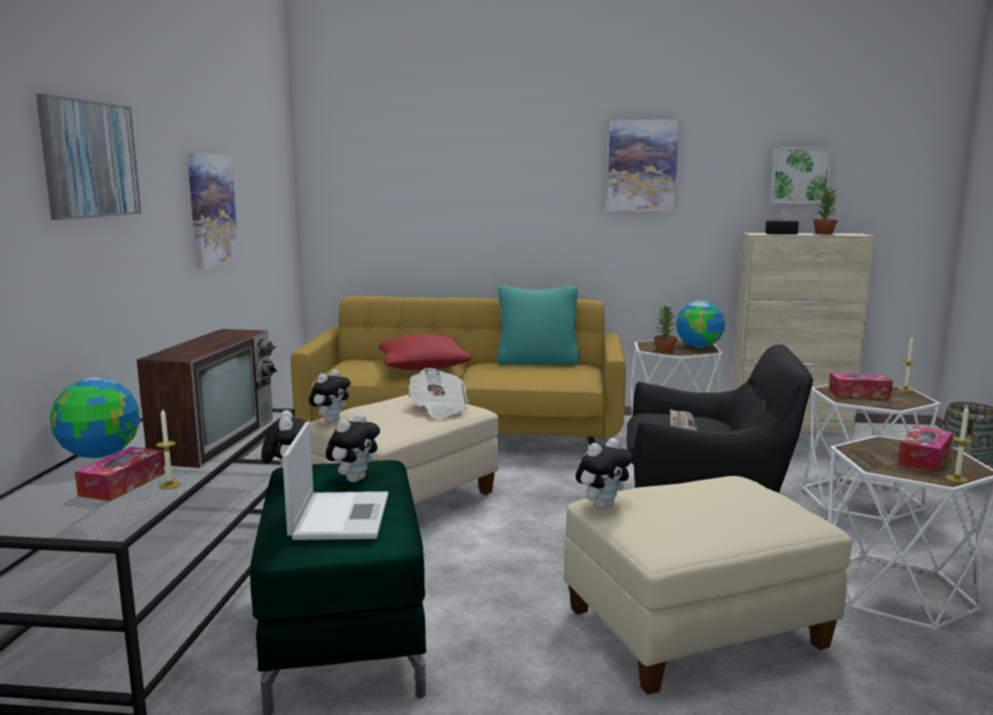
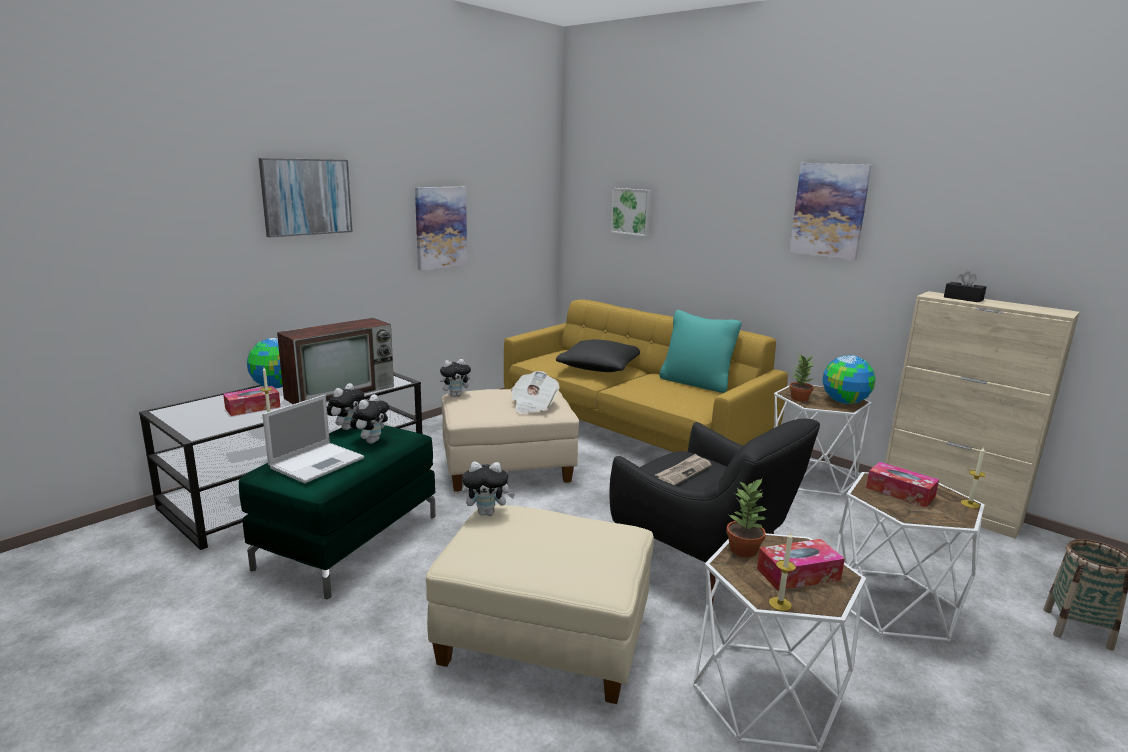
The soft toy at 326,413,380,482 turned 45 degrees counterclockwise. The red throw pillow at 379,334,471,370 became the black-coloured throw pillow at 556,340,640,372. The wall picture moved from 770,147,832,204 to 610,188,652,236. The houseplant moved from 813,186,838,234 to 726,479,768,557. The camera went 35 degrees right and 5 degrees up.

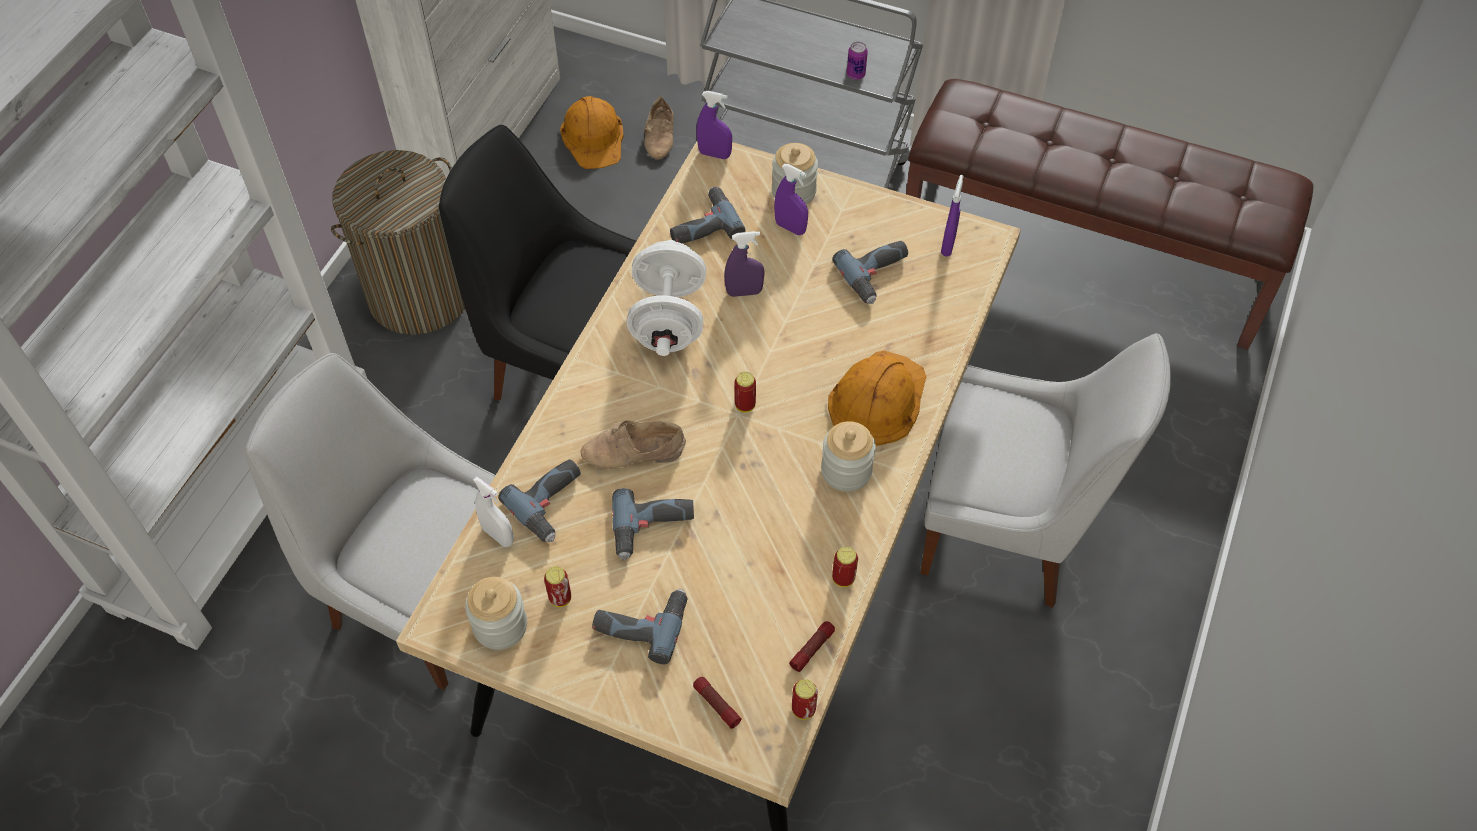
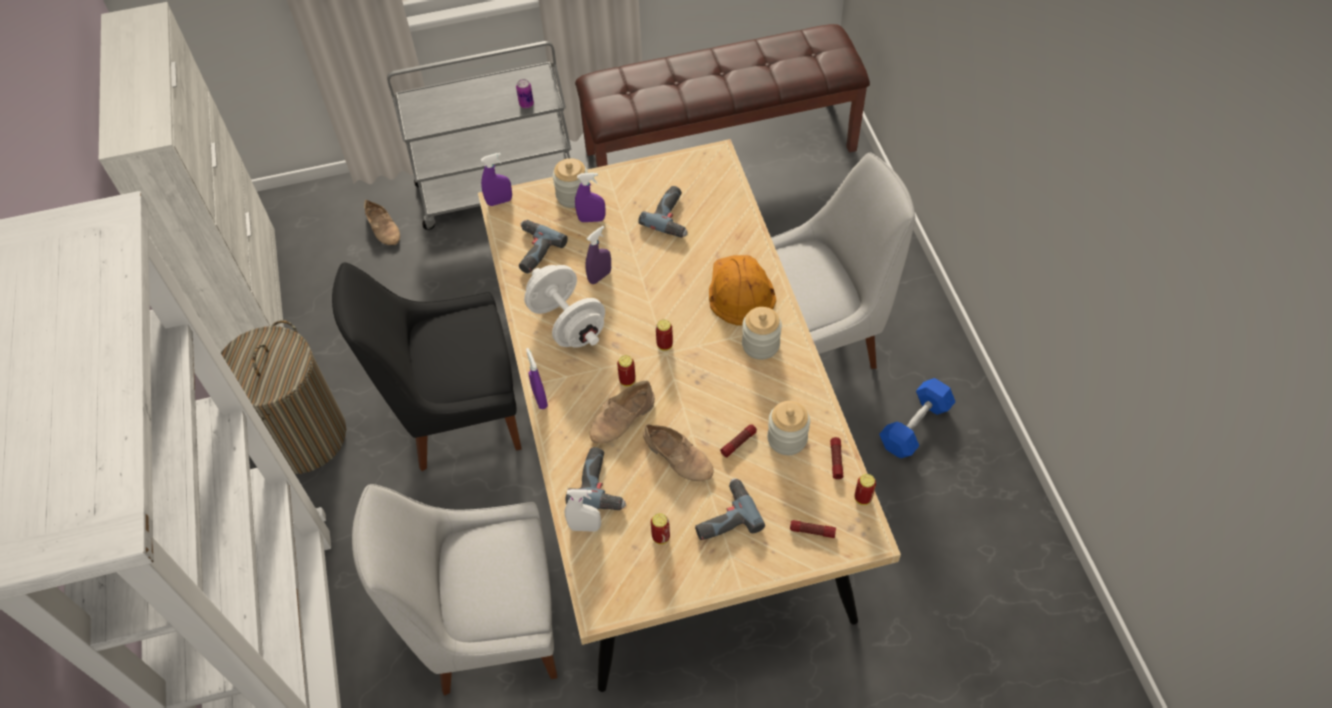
The jar moved from 465,577,527,650 to 767,401,810,455. The orange work helmet at 560,96,624,169 disappeared. The drill at 612,488,694,560 was replaced by the sand-coloured low shoe at 643,424,714,481. The metal can moved from 832,547,858,587 to 617,355,636,386. The purplish hand sprayer moved from 941,175,963,256 to 526,348,548,409. The torch at 720,424,757,457 appeared. The blue hand weight at 879,378,955,458 appeared. The camera went 35 degrees left and 0 degrees up.

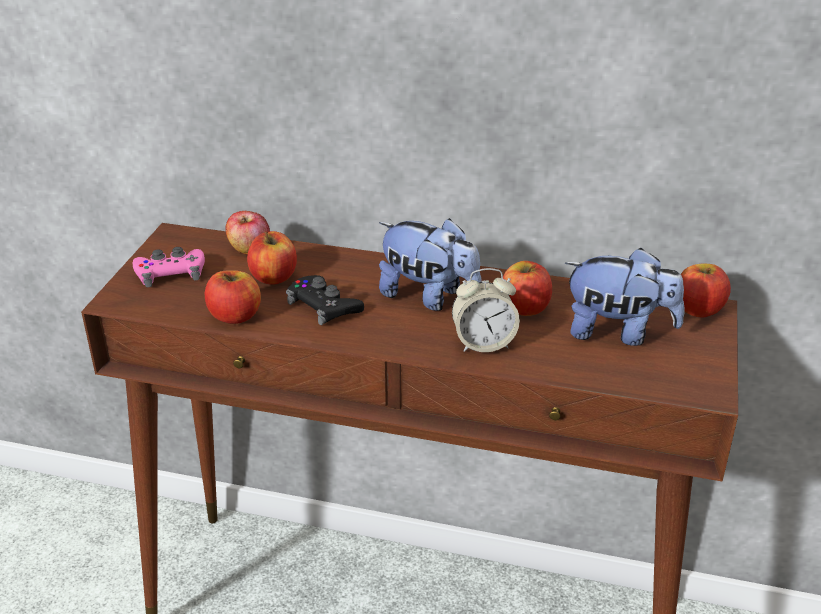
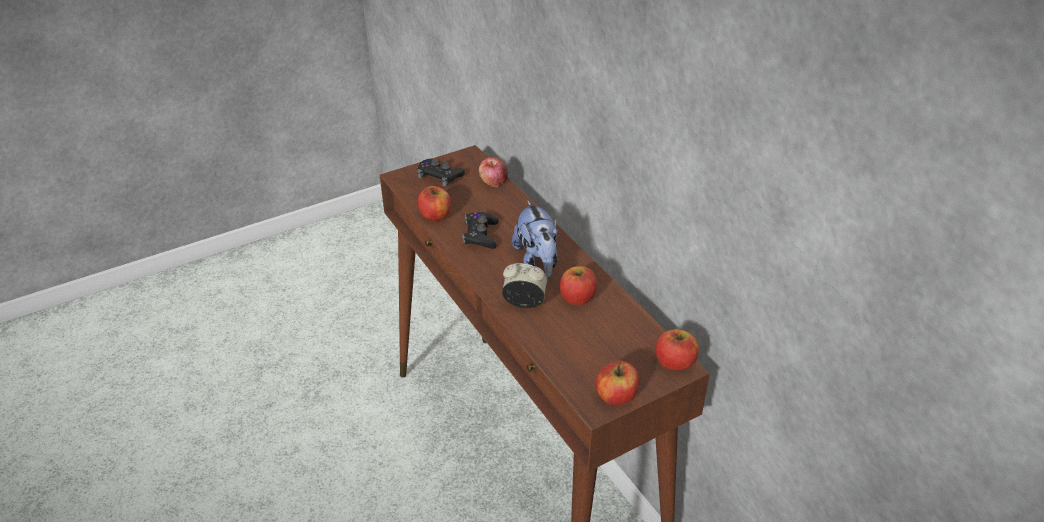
The pink gamepad at 133,247,205,288 became the black-coloured gamepad at 417,159,465,186. The apple fruit moved from 247,231,297,285 to 596,361,639,405. The alarm clock at 452,268,520,352 turned 150 degrees clockwise. The soft toy at 565,248,685,346 disappeared. The camera went 45 degrees right and 5 degrees up.

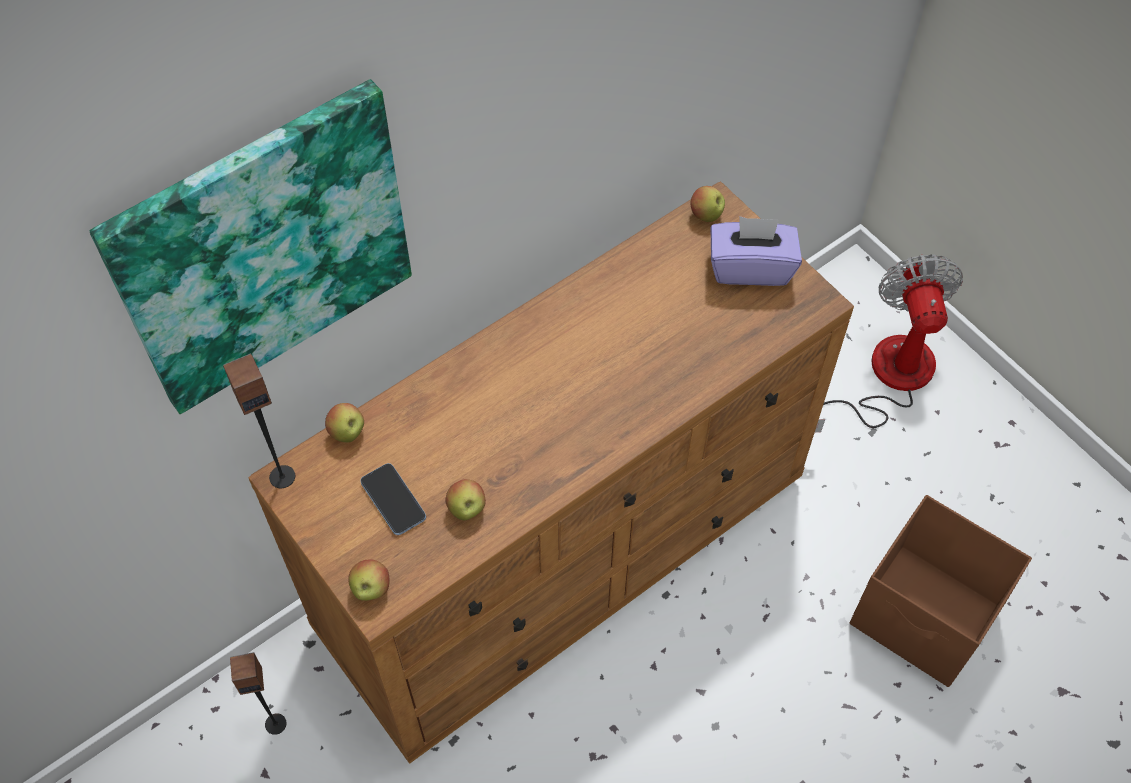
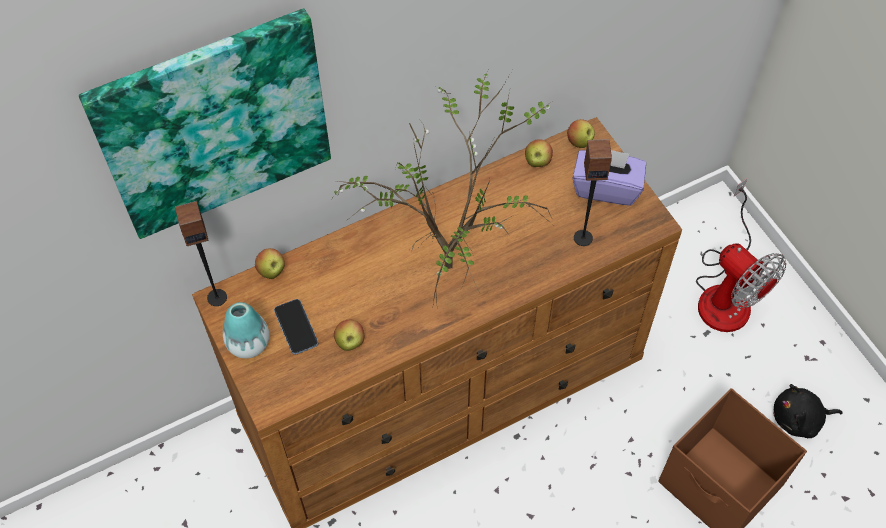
The speaker moved from 230,652,287,735 to 574,139,612,246. The apple fruit moved from 348,559,390,601 to 525,139,553,167. The cooling fan at 815,254,963,433 turned 135 degrees clockwise. The decorative vase at 223,302,269,358 appeared. The houseplant at 330,70,552,303 appeared. The black-coloured soft toy at 774,384,843,438 appeared. The camera went 10 degrees right and 0 degrees up.

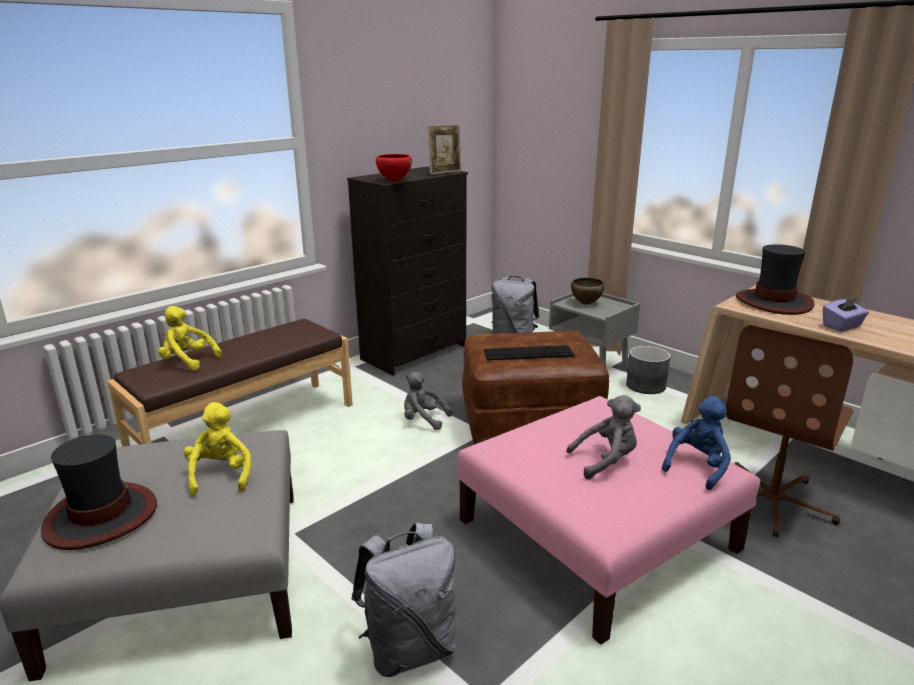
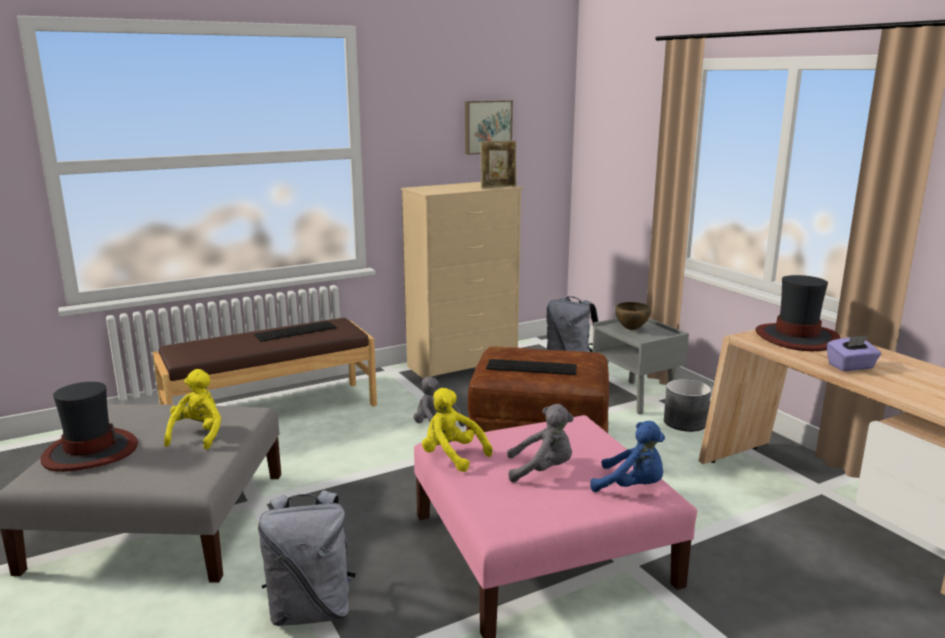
The yellowish soft toy moved from 158,306,222,370 to 422,388,493,472. The black-coloured drawer chest at 347,166,468,375 became the sand-coloured drawer chest at 401,182,523,379. The red bowl at 376,154,412,181 disappeared. The blue soft toy at 662,396,731,490 turned 60 degrees clockwise. The brown-coloured office chair at 726,325,854,537 disappeared. The keyboard at 254,321,337,342 appeared. The wall picture at 465,100,513,155 appeared. The camera went 15 degrees right and 5 degrees down.

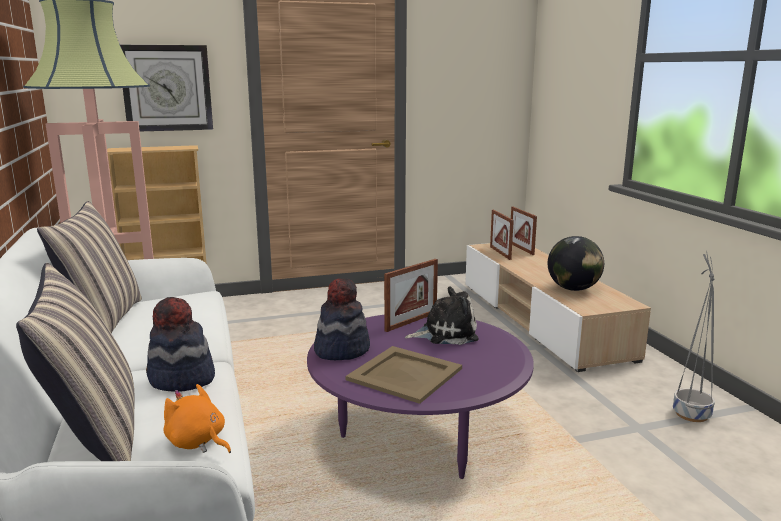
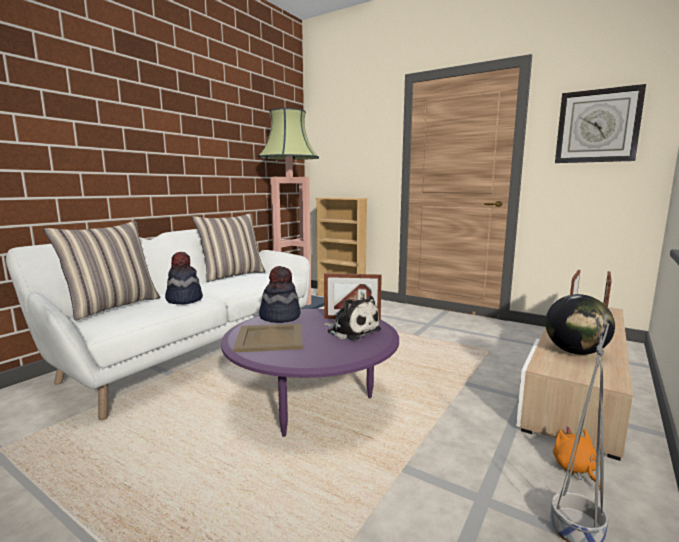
The hanging clock moved from 120,45,213,131 to 555,84,646,163. The orange soft toy moved from 163,384,231,453 to 553,426,600,490. The camera went 50 degrees right and 5 degrees down.

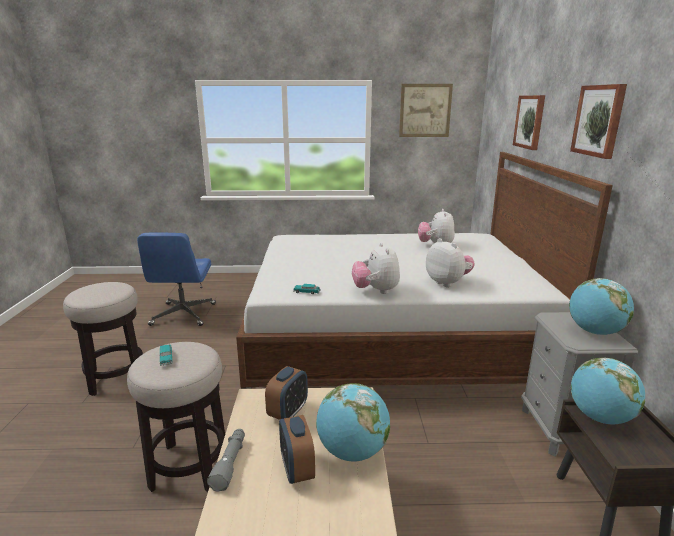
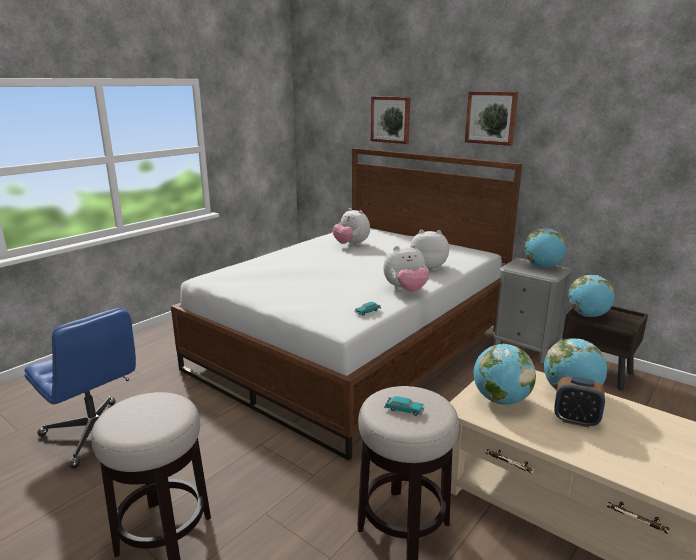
The greyish torch at 207,429,245,492 disappeared. The alarm clock at 265,366,308,420 was replaced by the desk globe at 474,344,536,405. The soft toy at 352,243,400,294 turned 45 degrees counterclockwise. The wall picture at 399,84,453,137 disappeared. The camera went 50 degrees left and 0 degrees up.

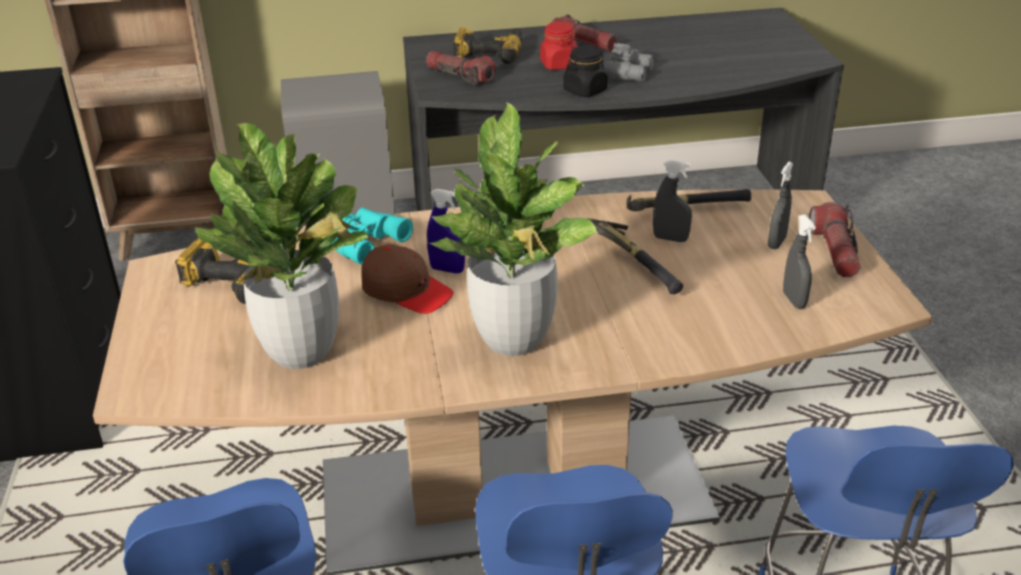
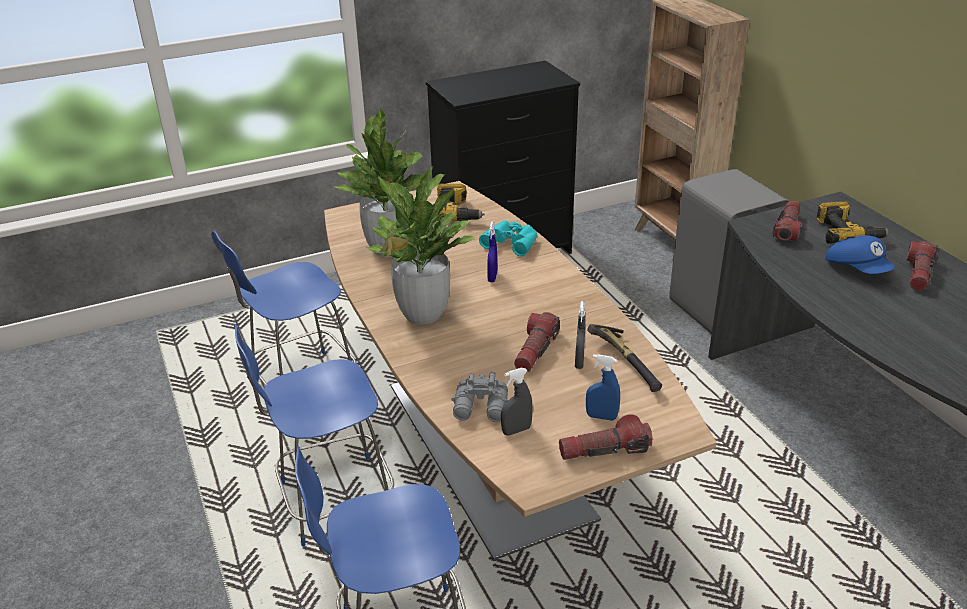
The brown-coloured baseball cap at 361,245,454,314 disappeared. The red jar at 540,22,578,70 was replaced by the blue baseball cap at 825,235,895,274. The black-coloured jar at 563,46,607,97 disappeared. The hammer at 586,218,683,294 was replaced by the torch at 514,312,560,372. The greyish binoculars moved from 605,43,654,82 to 451,371,508,422. The greyish hand sprayer at 768,162,793,249 became the blue hand sprayer at 586,354,620,421. The camera went 75 degrees right and 0 degrees up.

